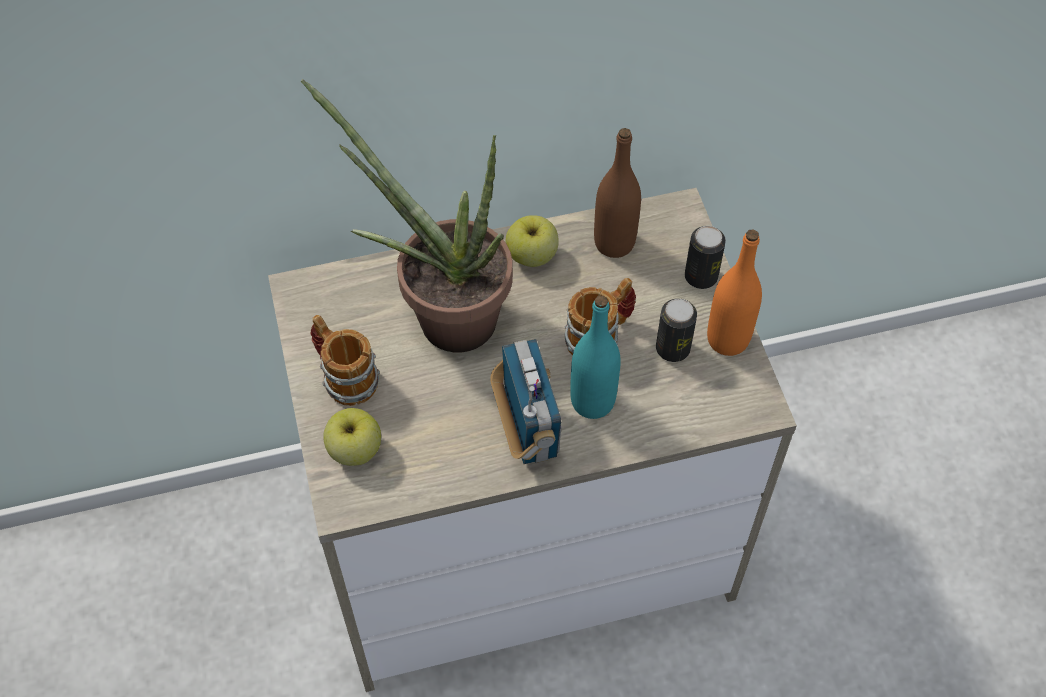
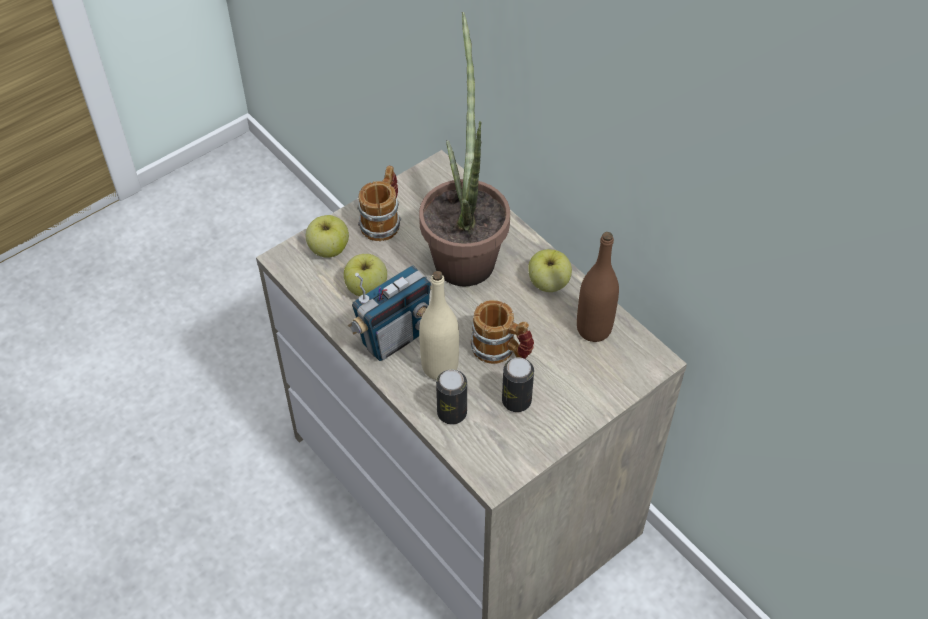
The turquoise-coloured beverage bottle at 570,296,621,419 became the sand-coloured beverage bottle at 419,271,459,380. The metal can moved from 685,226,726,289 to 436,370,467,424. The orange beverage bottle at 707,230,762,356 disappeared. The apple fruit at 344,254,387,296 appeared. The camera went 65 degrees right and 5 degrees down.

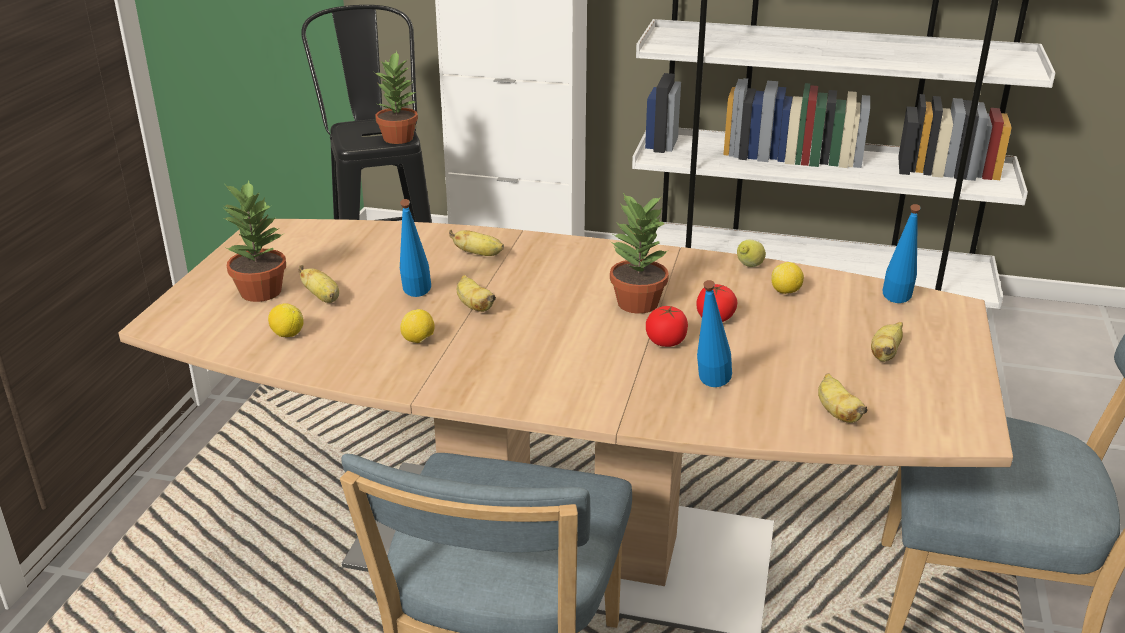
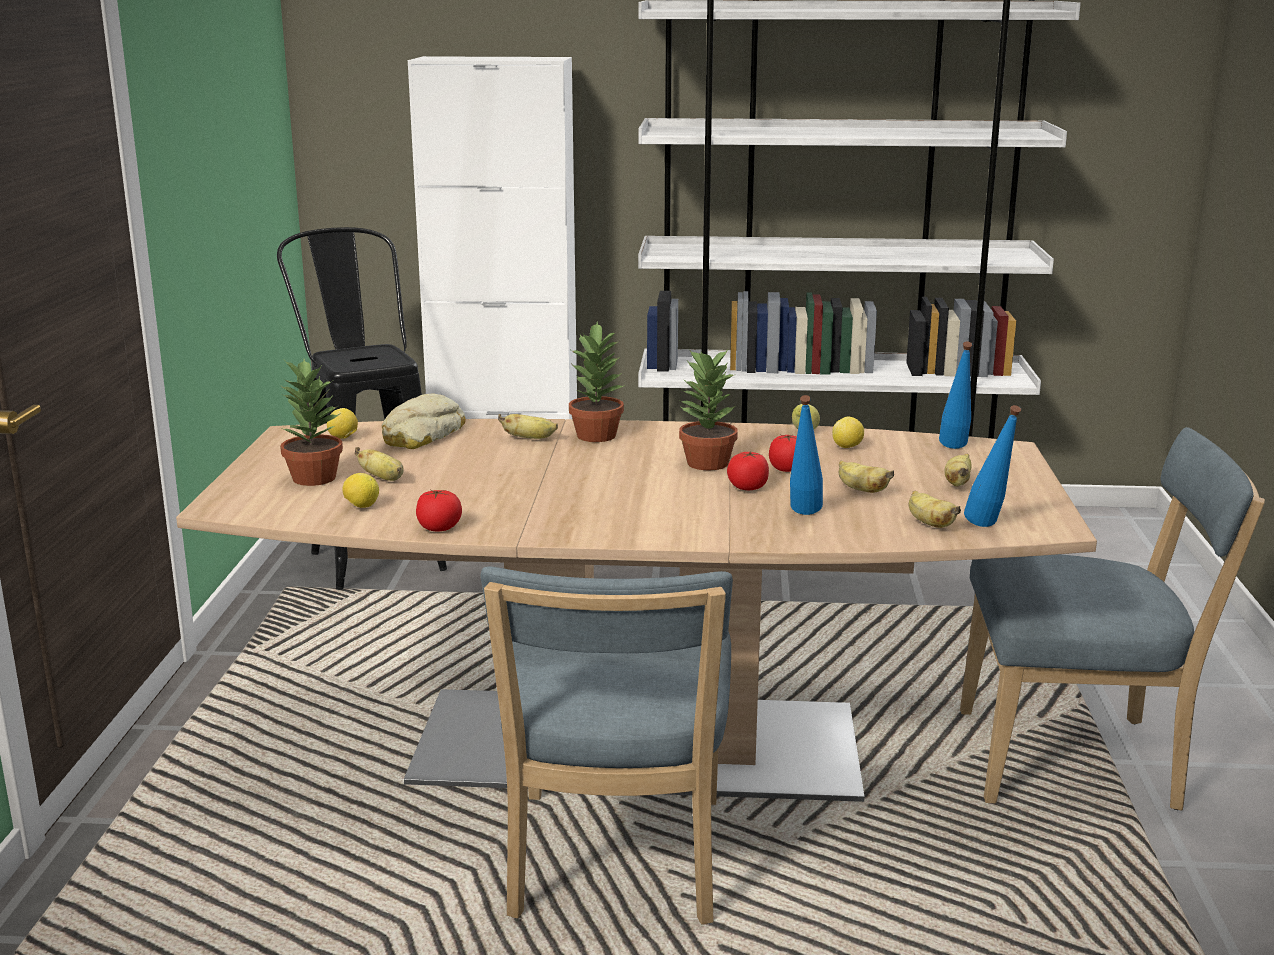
The houseplant moved from 374,51,418,144 to 569,321,625,442. The blue beverage bottle moved from 400,199,431,297 to 964,405,1021,527. The whole lemon moved from 400,309,435,343 to 327,408,358,439. The banana fruit moved from 457,275,496,312 to 839,460,894,493. The baked bread at 382,394,466,449 appeared. The tomato at 416,490,462,532 appeared. The camera went 10 degrees left and 10 degrees down.

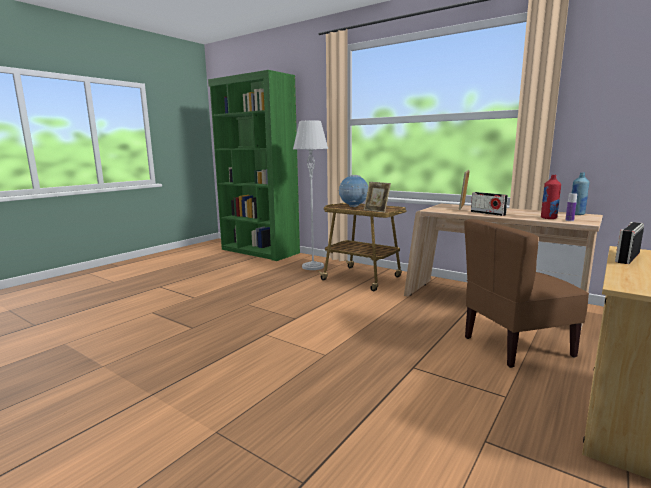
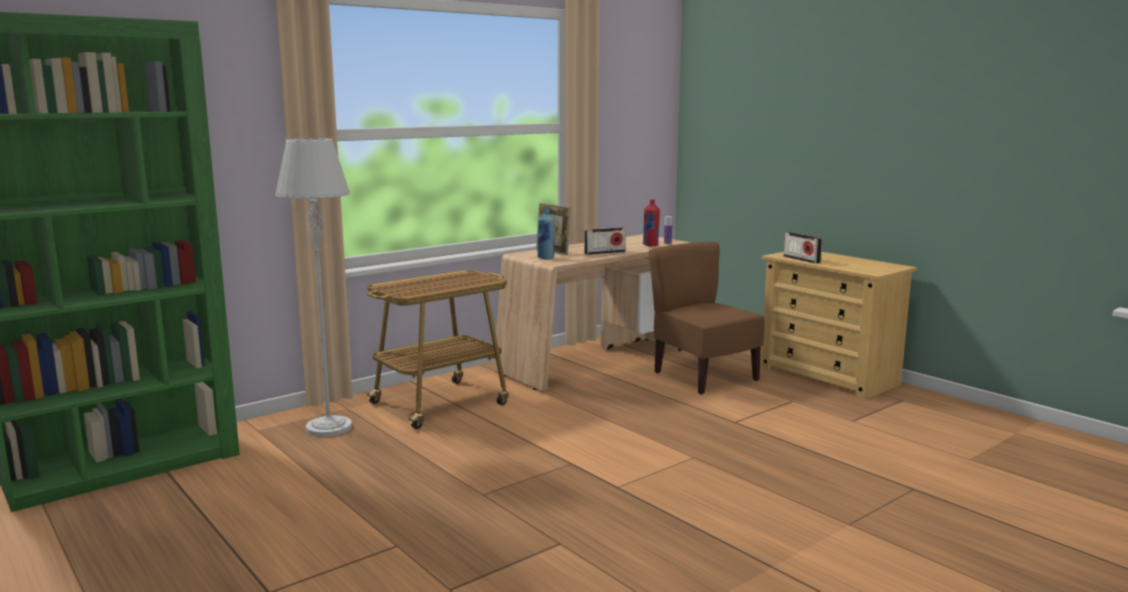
The desk globe at 338,175,368,207 disappeared. The picture frame at 364,182,391,213 disappeared. The brown-coloured upright chair at 464,219,589,368 turned 150 degrees clockwise. The blue beverage bottle moved from 572,172,590,215 to 537,208,555,260. The camera went 75 degrees left and 0 degrees up.

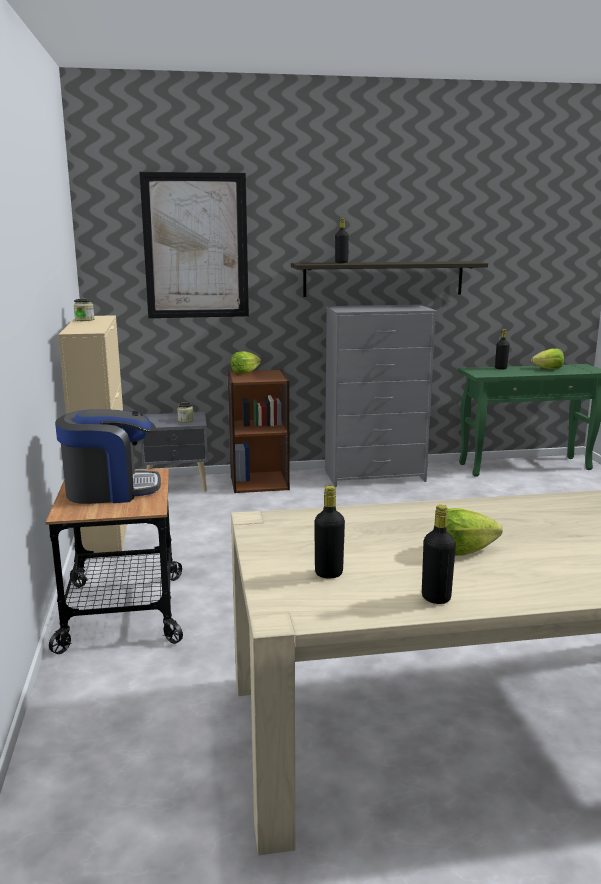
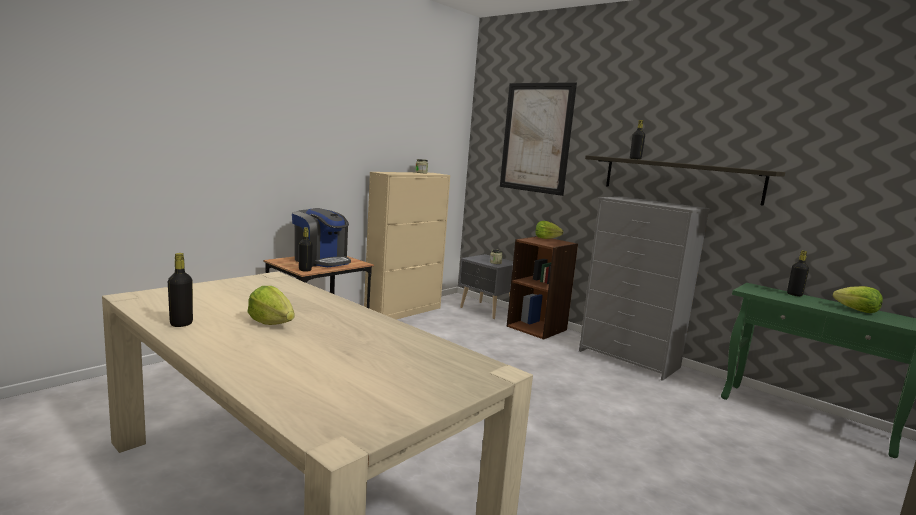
The black-coloured beverage bottle moved from 314,486,345,579 to 299,227,313,272. The camera went 50 degrees right and 5 degrees down.

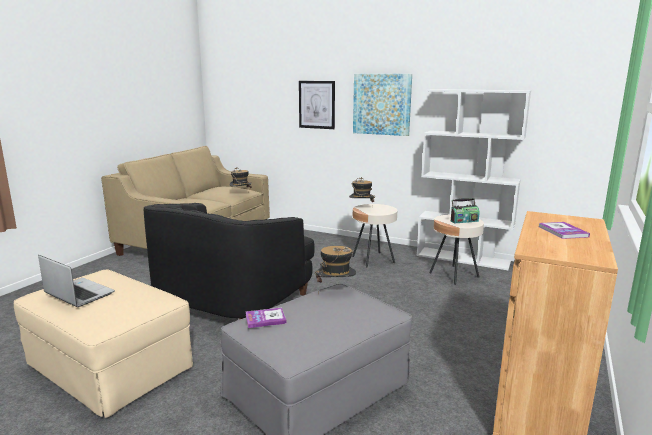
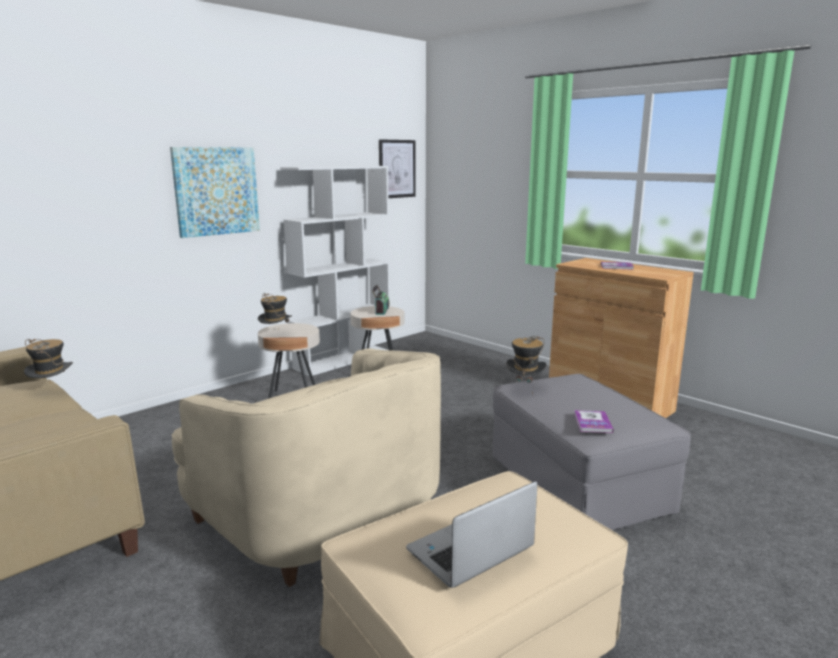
The black-coloured easy chair at 144,203,315,319 became the sand-coloured easy chair at 172,348,441,587. The wall picture moved from 299,81,335,129 to 379,139,416,198. The camera went 70 degrees left and 0 degrees up.

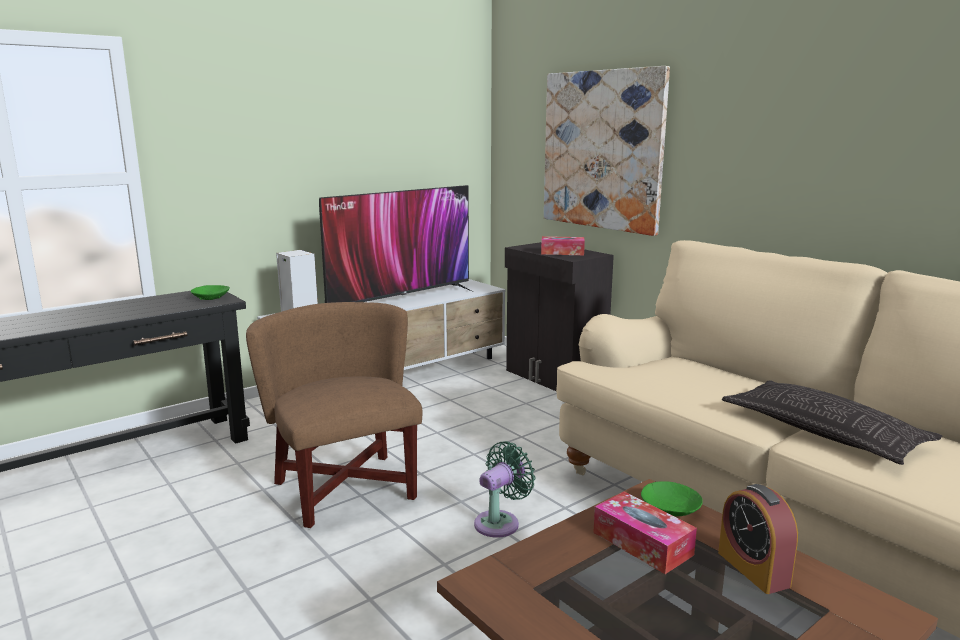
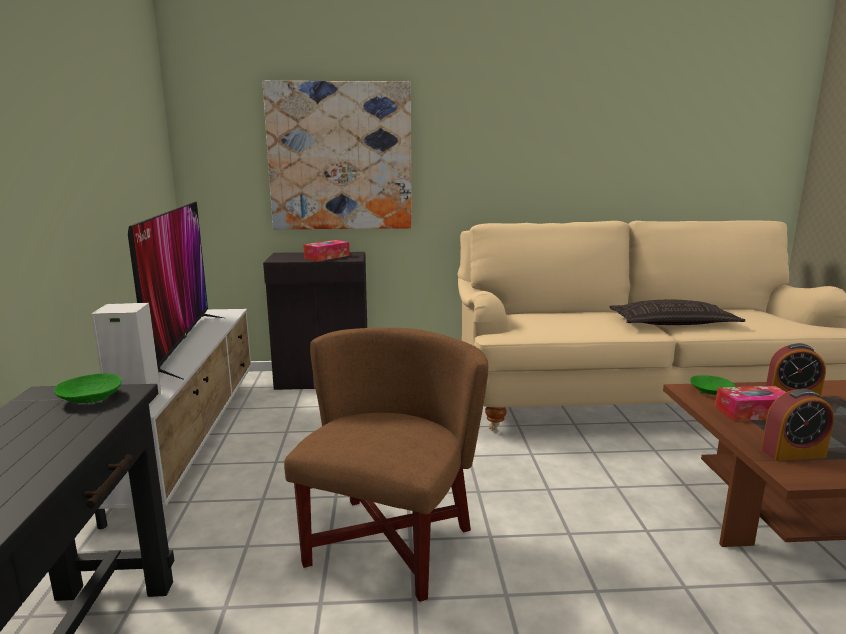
The brown-coloured easy chair at 246,302,422,528 turned 105 degrees clockwise. The greenish cooling fan at 474,441,536,538 disappeared. The alarm clock at 761,389,834,461 appeared. The camera went 55 degrees left and 0 degrees up.

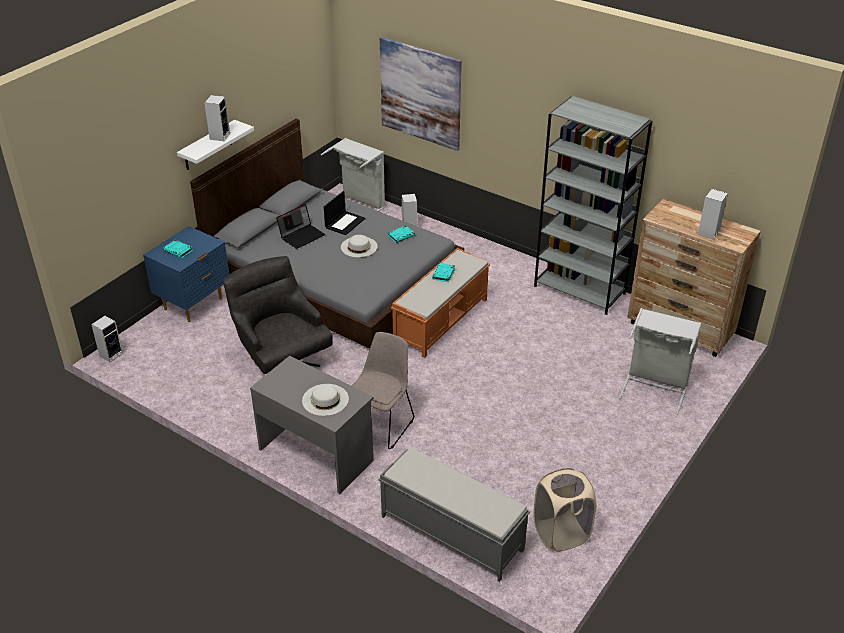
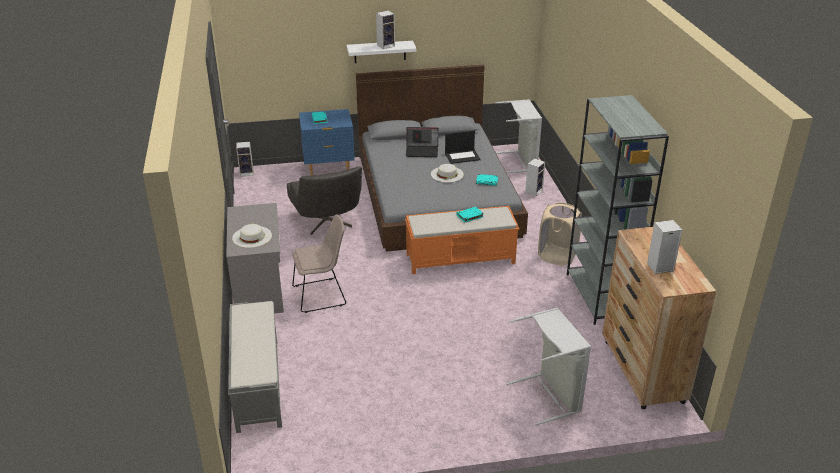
The greyish easy chair at 223,256,333,374 turned 150 degrees clockwise. The wall picture at 380,37,462,151 disappeared. The sand-coloured washing basket moved from 533,468,596,552 to 538,202,582,265. The camera went 45 degrees right and 5 degrees down.

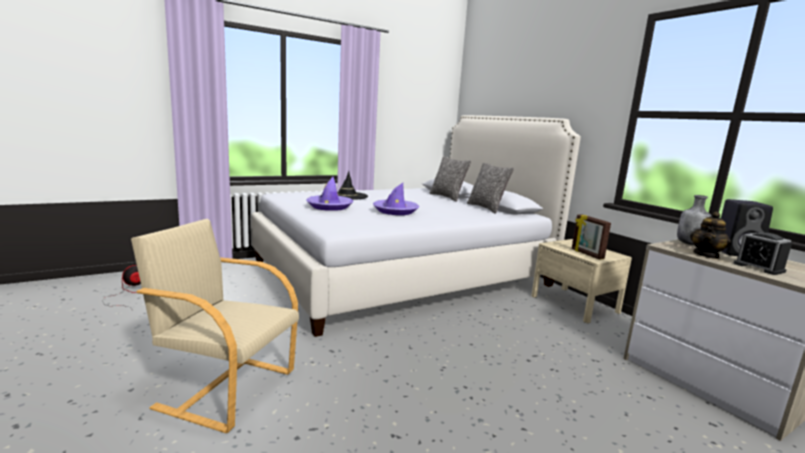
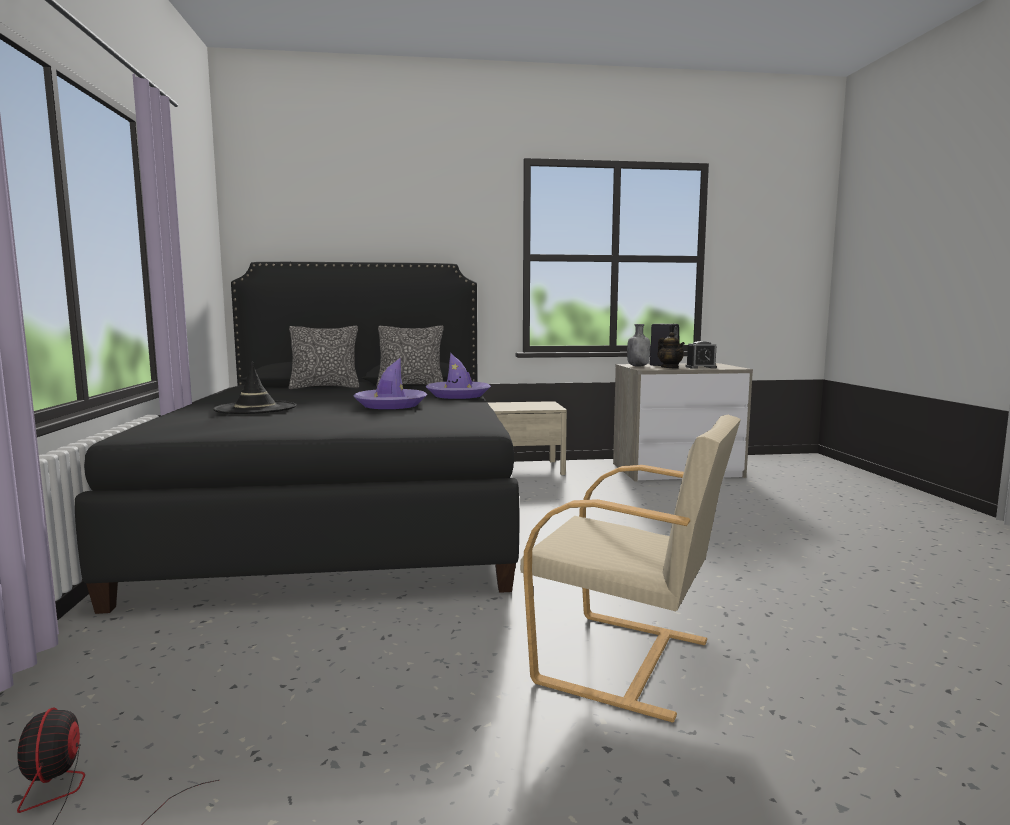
The sand-coloured easy chair at 131,219,299,433 turned 105 degrees counterclockwise. The whitish sleeping bed at 251,115,581,337 became the black-coloured sleeping bed at 75,262,519,614. The purplish hat moved from 306,177,353,211 to 426,353,491,399. The picture frame at 572,214,611,260 disappeared. The camera went 65 degrees left and 5 degrees down.

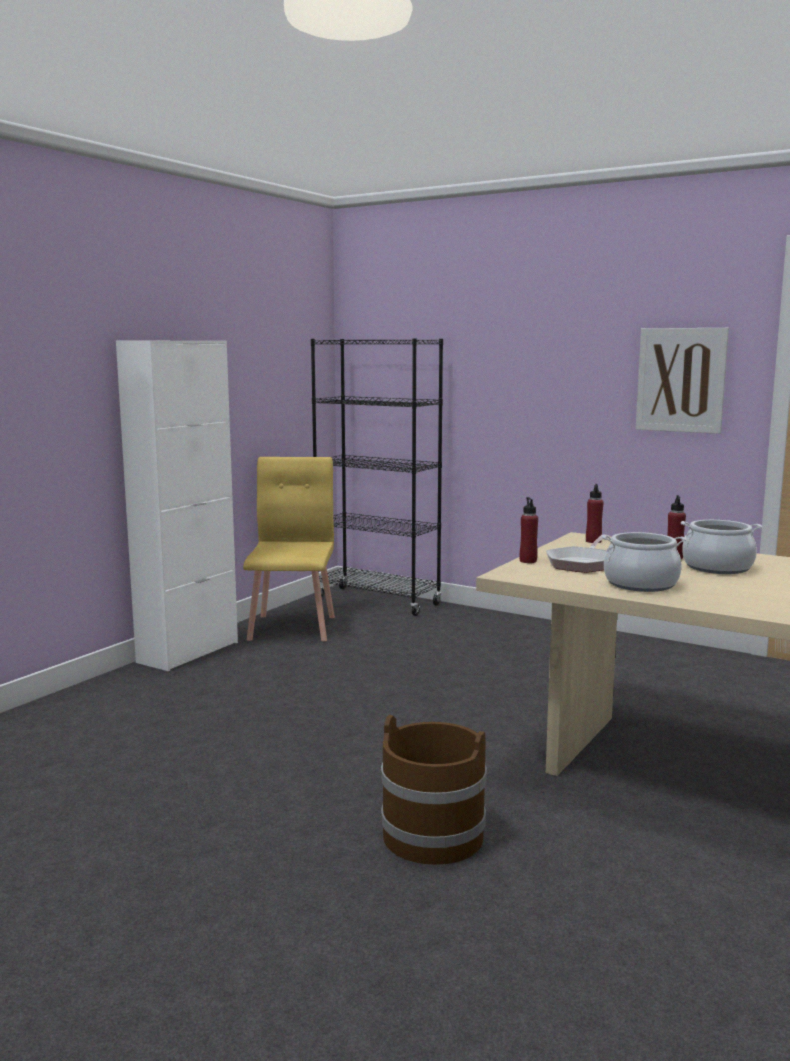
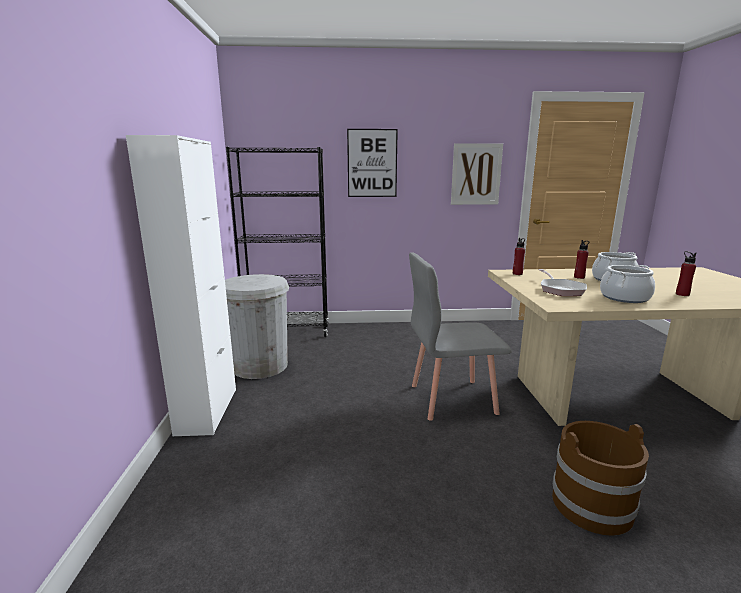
The yellowish upright chair at 243,457,335,642 was replaced by the whitish rubbish bin at 225,274,289,379. The red beverage bottle moved from 520,497,538,563 to 676,251,696,296. The wall picture at 347,129,398,197 appeared. The greyish upright chair at 409,252,512,421 appeared. The camera went 35 degrees left and 5 degrees up.

